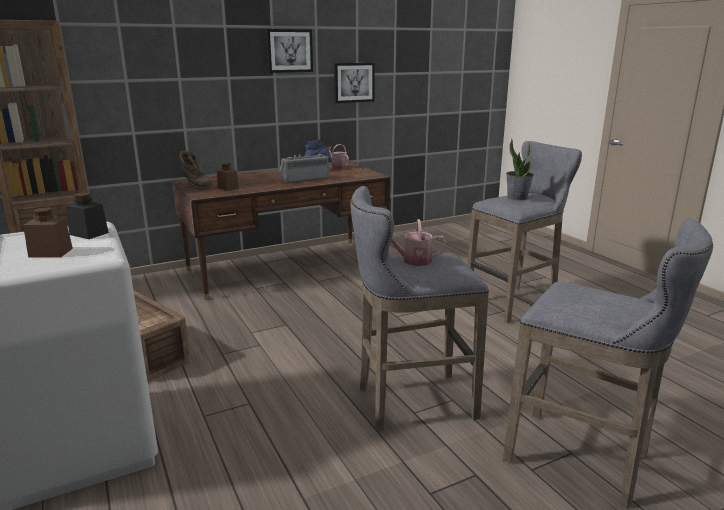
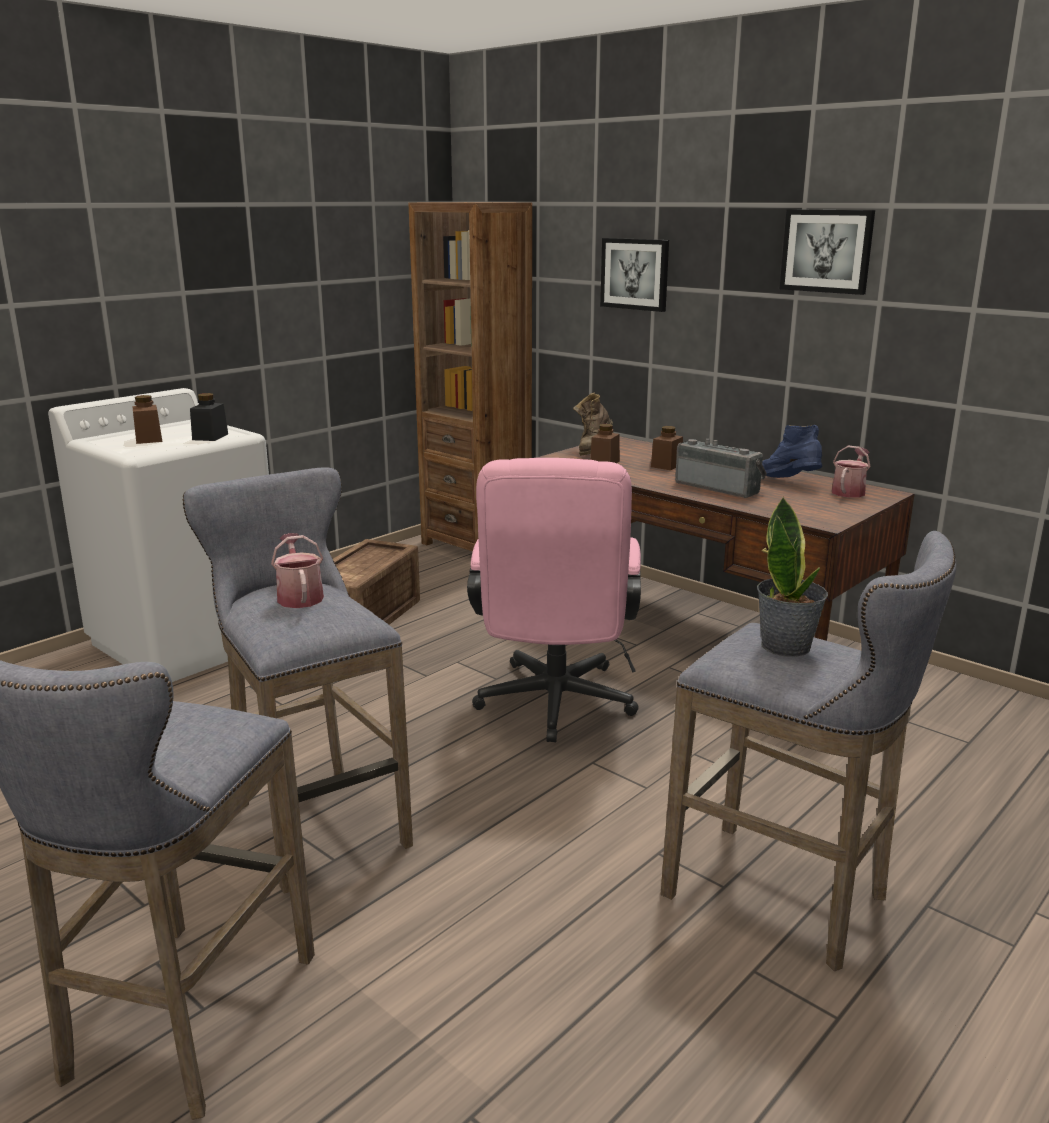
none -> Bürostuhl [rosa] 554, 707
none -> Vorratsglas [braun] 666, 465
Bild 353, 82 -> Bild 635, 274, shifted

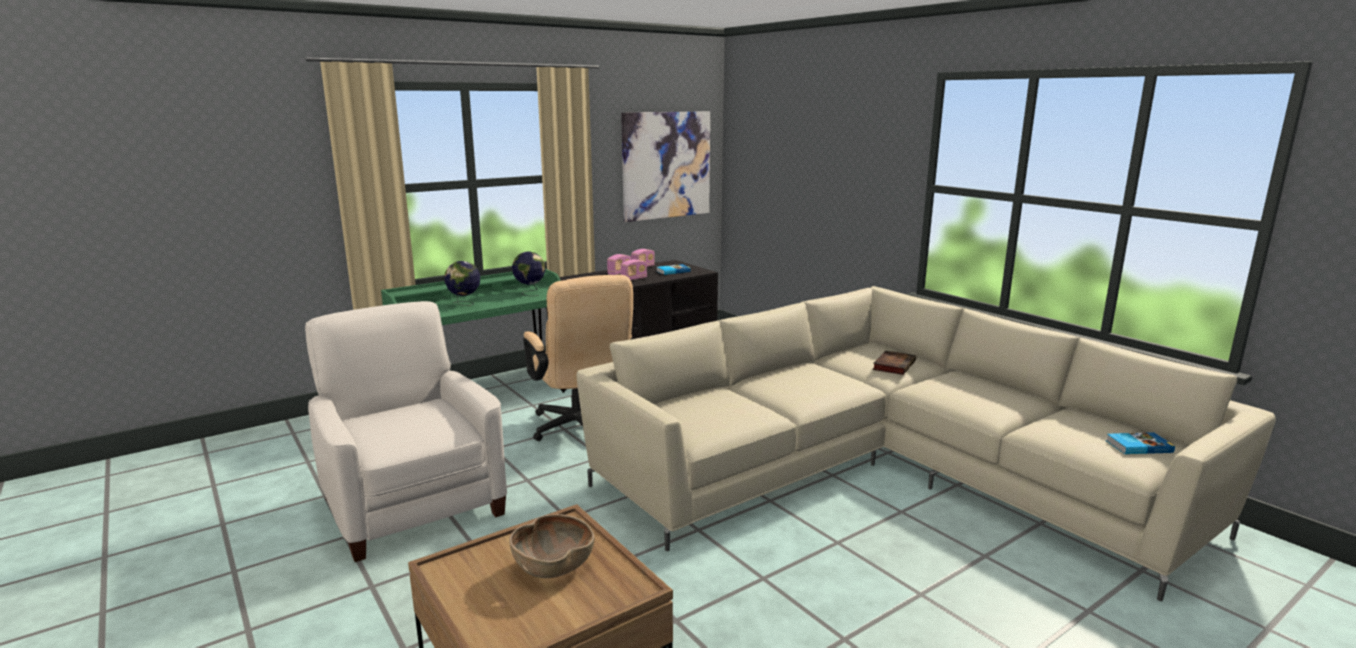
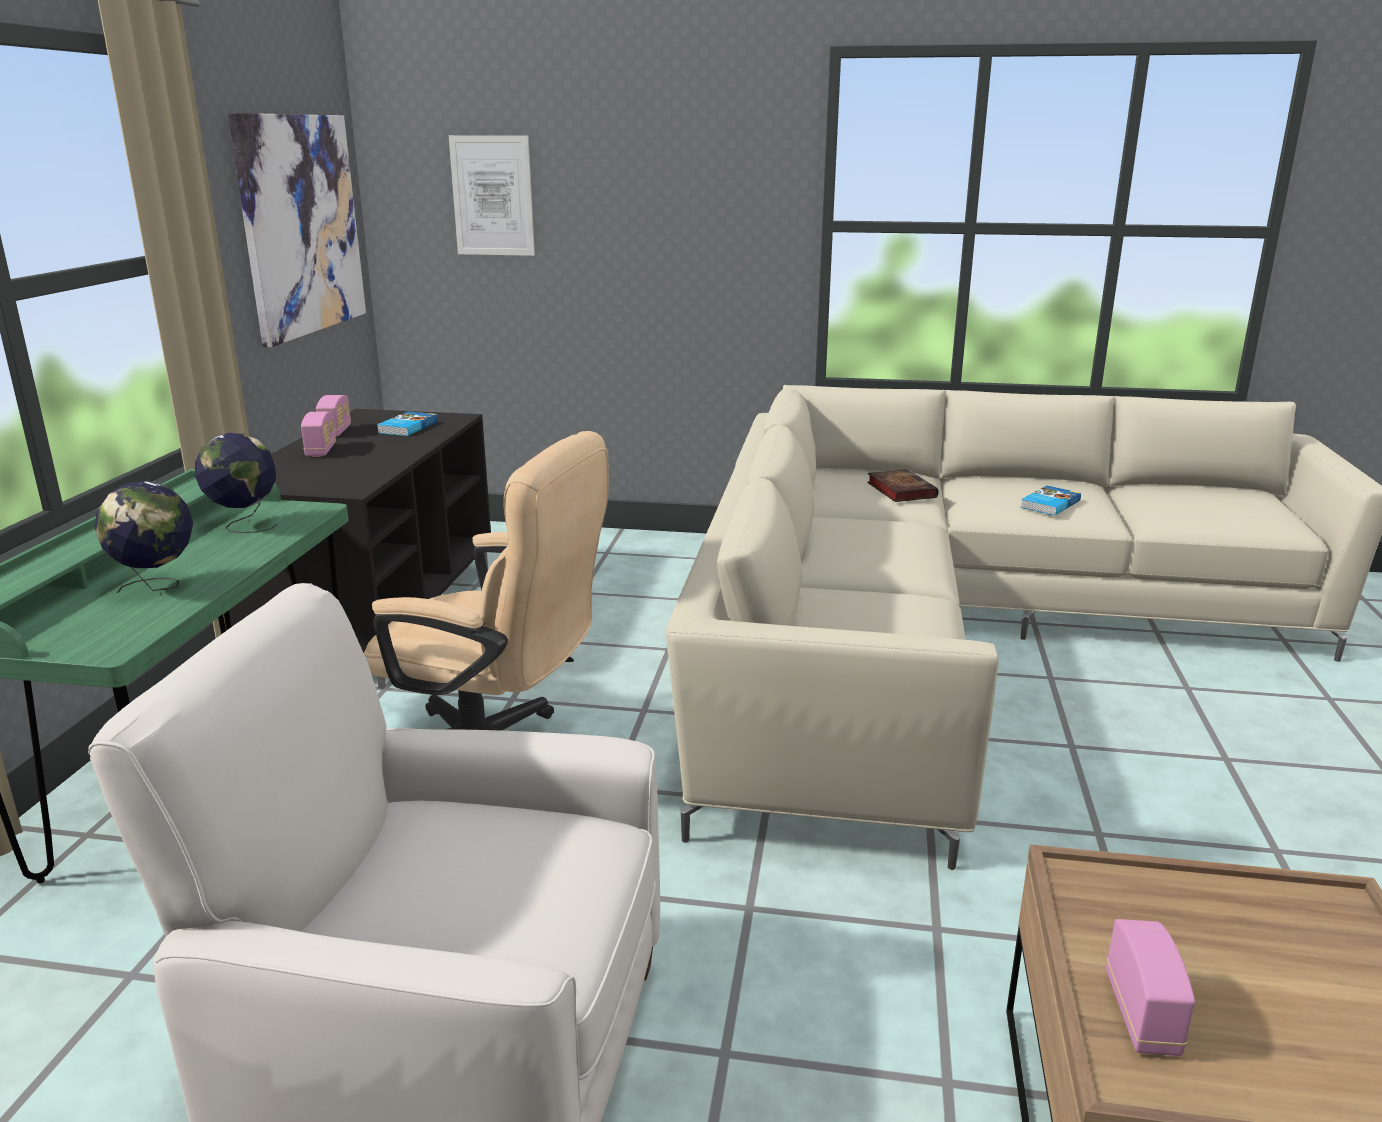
Schüssel [braun] 553, 567 -> none
none -> Bild 492, 196
Radio 634, 279 -> Radio 1142, 1014, shifted
Buch 1138, 446 -> Buch 1049, 504, shifted

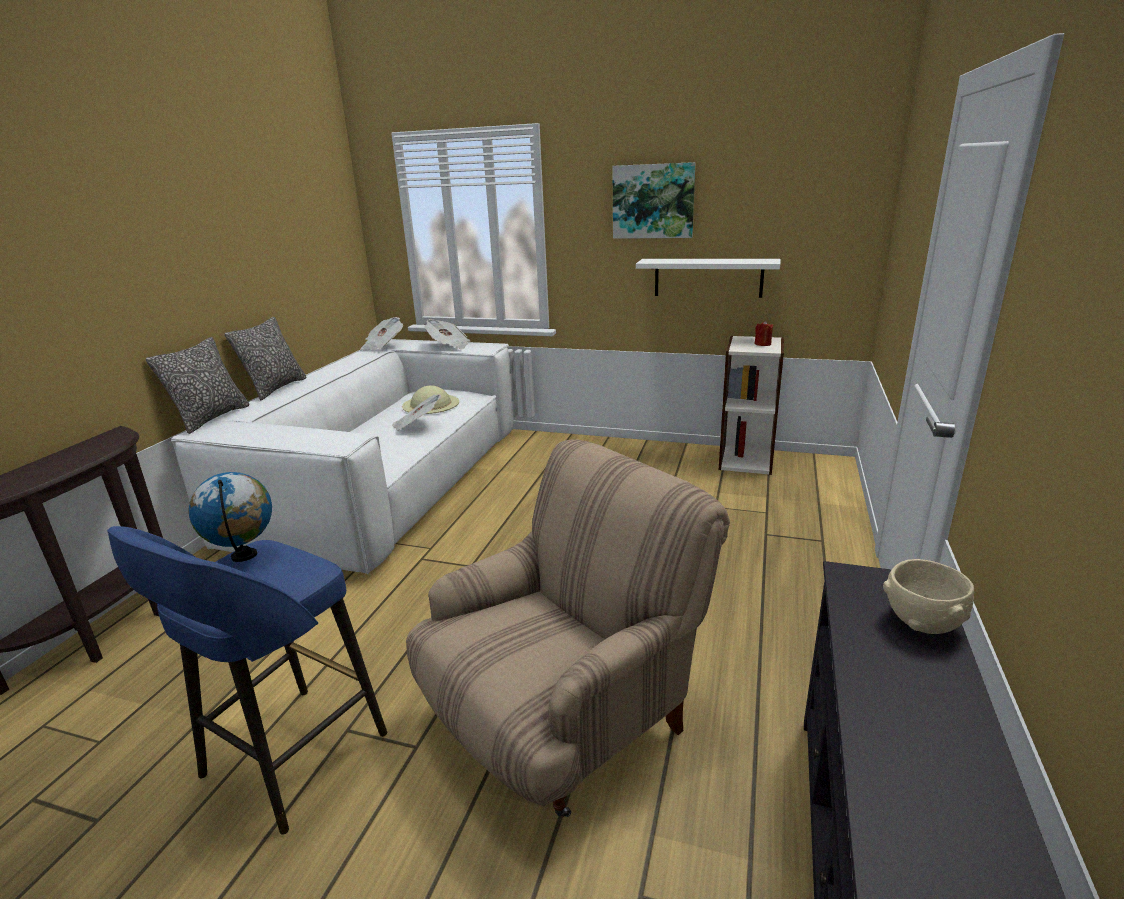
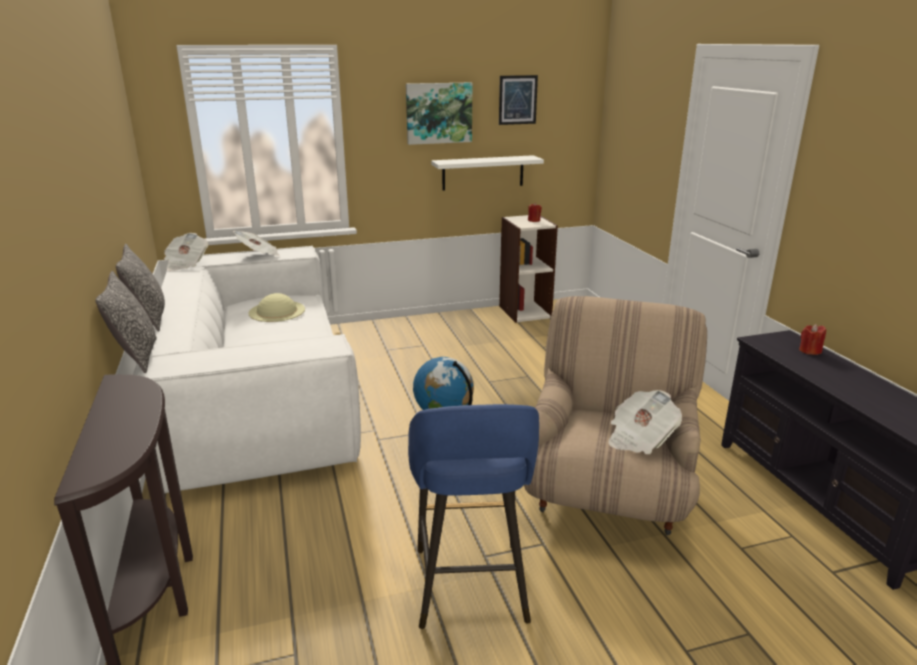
none -> Bild 517, 100
Zeitung 417, 425 -> Zeitung 639, 438, shifted
Schüssel [beige] 922, 623 -> Kerze [rot] 809, 351

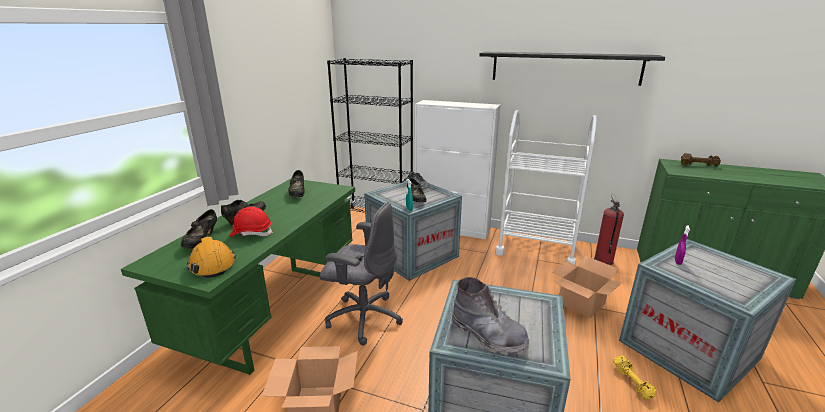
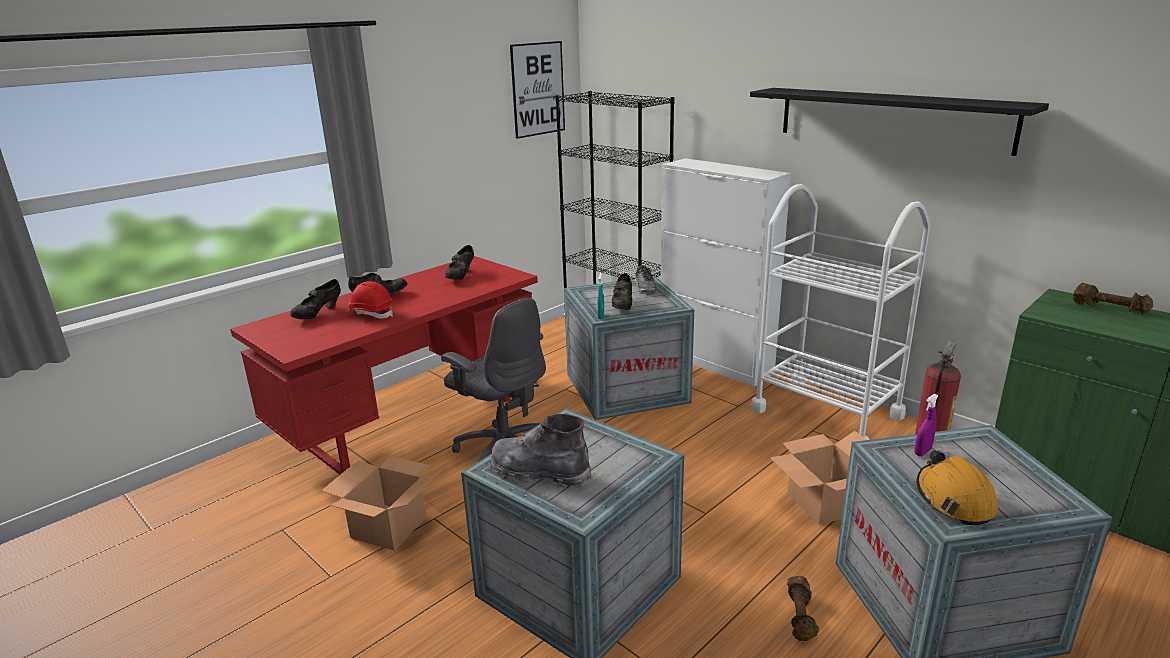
none -> Bild 538, 89
Schutzhelm [orange] 212, 264 -> Schutzhelm [orange] 954, 499, shifted
Schreibtisch [grün] 276, 311 -> Schreibtisch [rot] 412, 421
Hantel [gelb] 632, 382 -> Hantel [braun] 801, 617
Stiefel [grau] 488, 335 -> Stiefel [grau] 540, 473, 135 degrees clockwise

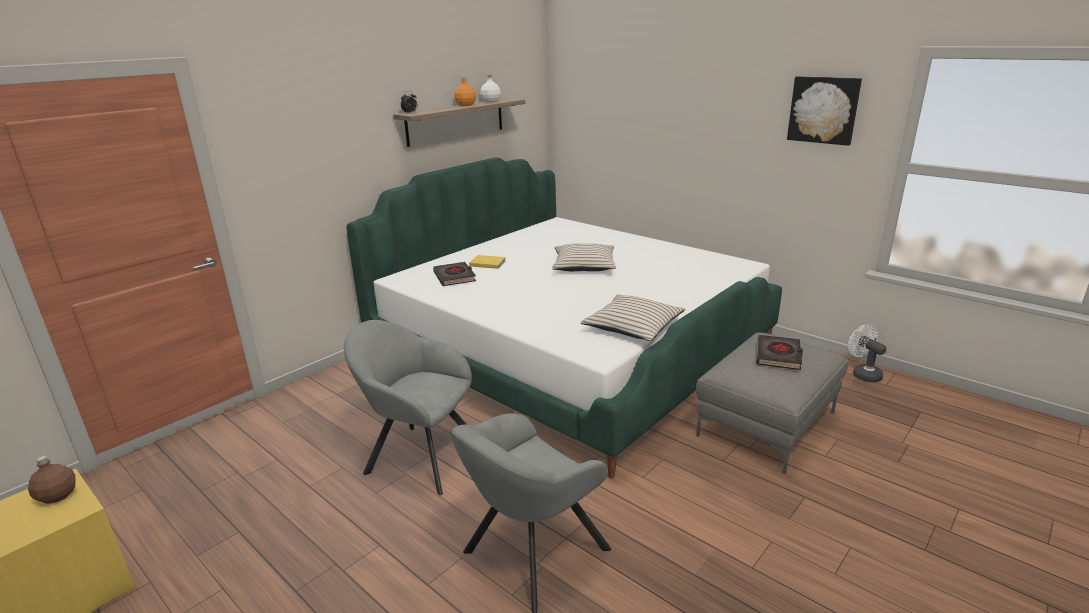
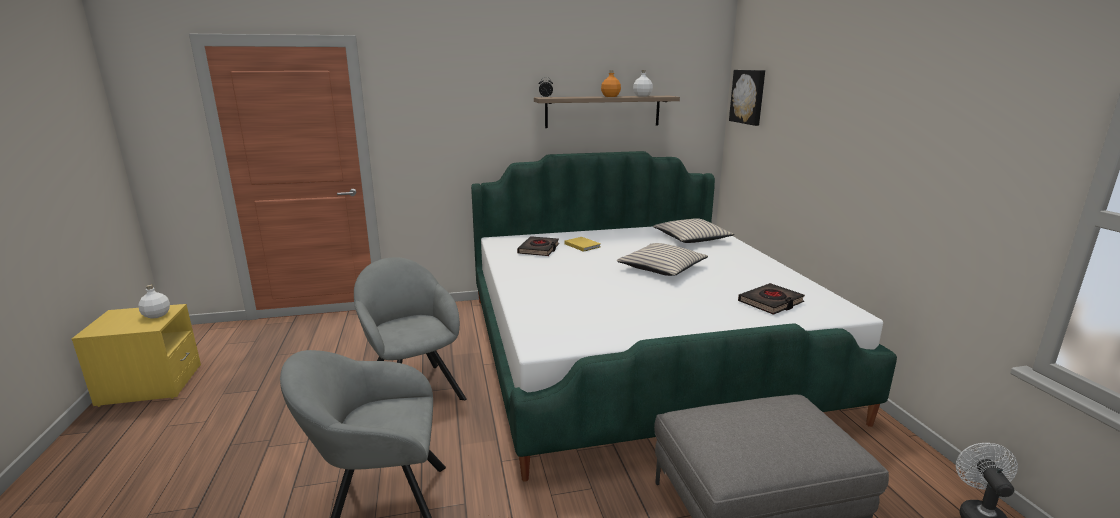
Kissen [beige] 632, 326 -> Kissen [beige] 691, 238, shifted
Buch [schwarz] 778, 356 -> Buch [schwarz] 771, 302, shifted
Bild 823, 110 -> Bild 748, 96, shifted
Flasche [braun] 57, 496 -> Flasche [weiß] 156, 315

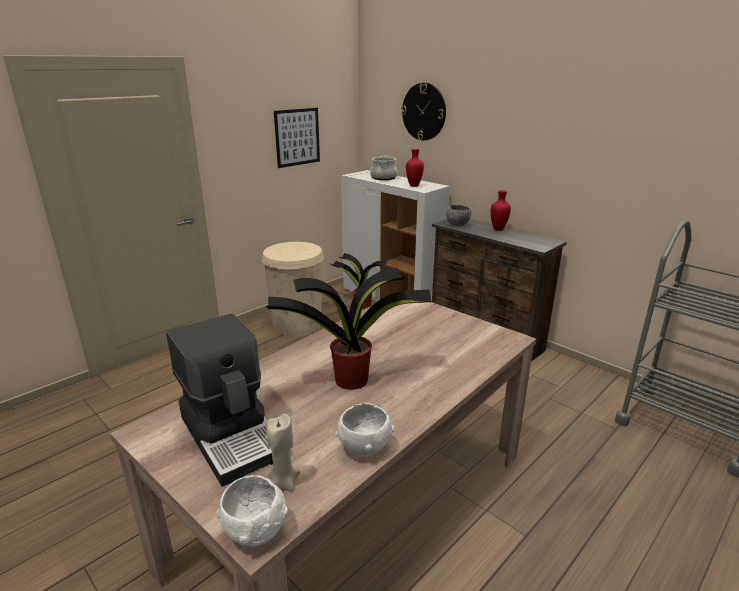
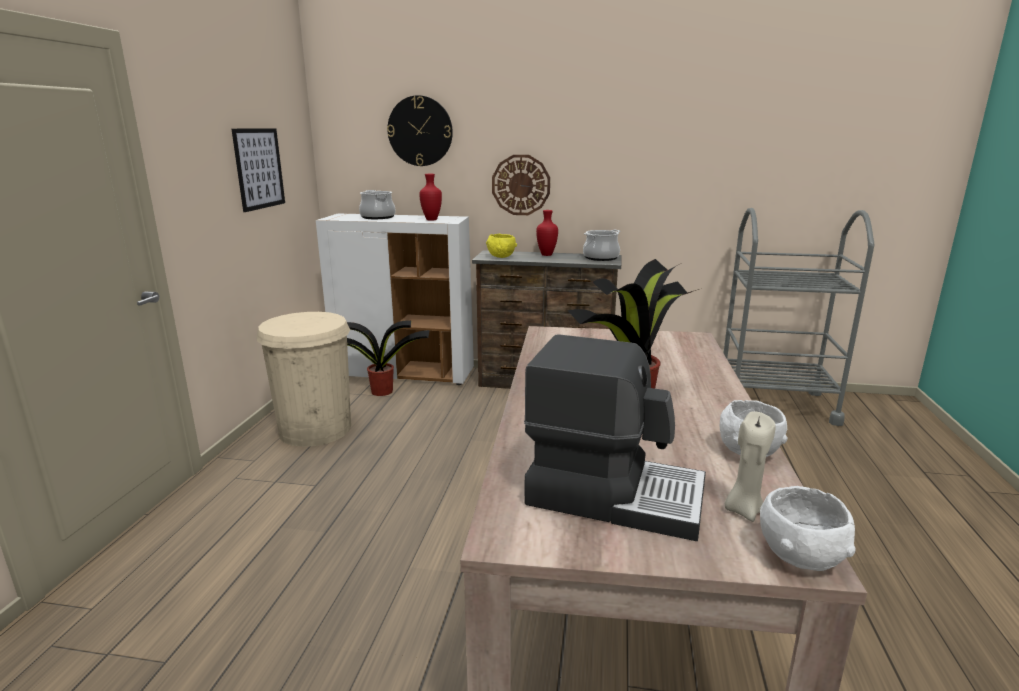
none -> Wanduhr 521, 185
none -> Kochtopf 600, 257
Schüssel [grau] 457, 225 -> Schüssel [gelb] 501, 257

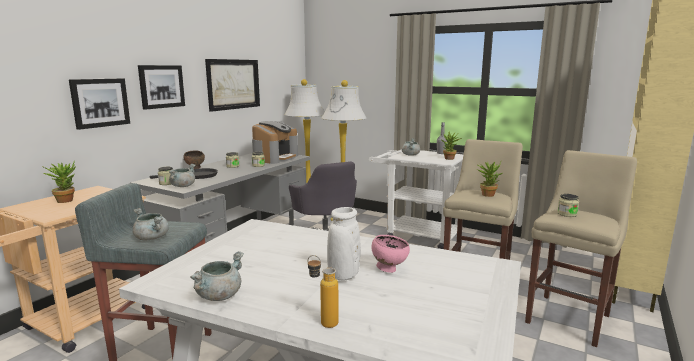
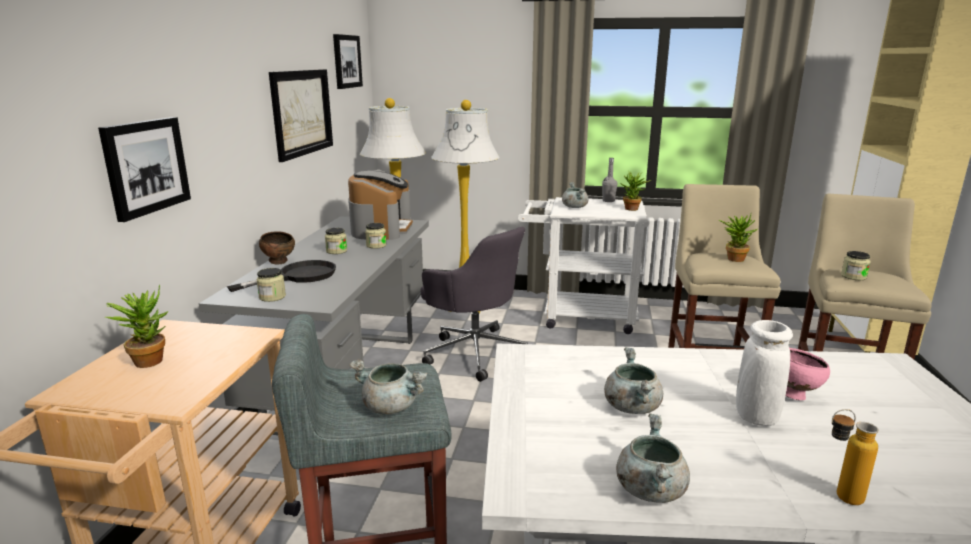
Bild 161, 86 -> Bild 346, 61, shifted
Kochtopf [grau] 183, 186 -> Kochtopf [grau] 631, 406, shifted

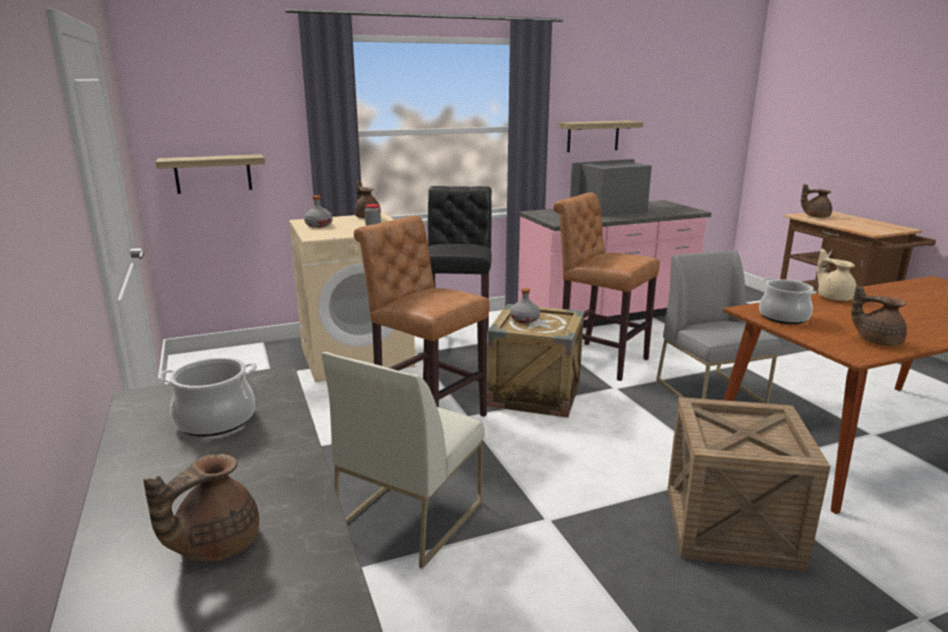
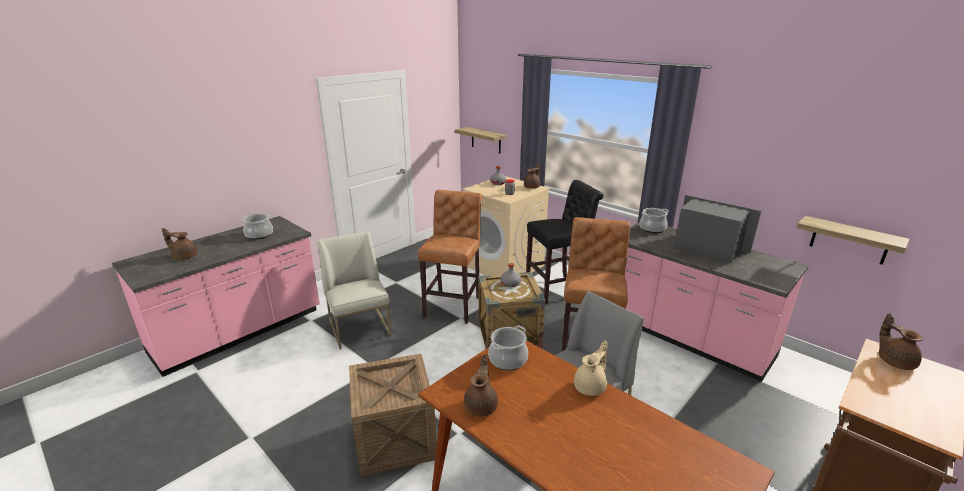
none -> Kochtopf 652, 228
Wandregal 593, 136 -> Wandregal 849, 240, shifted
Stuhl [weiß] 410, 515 -> Stuhl [weiß] 360, 327, 60 degrees clockwise

